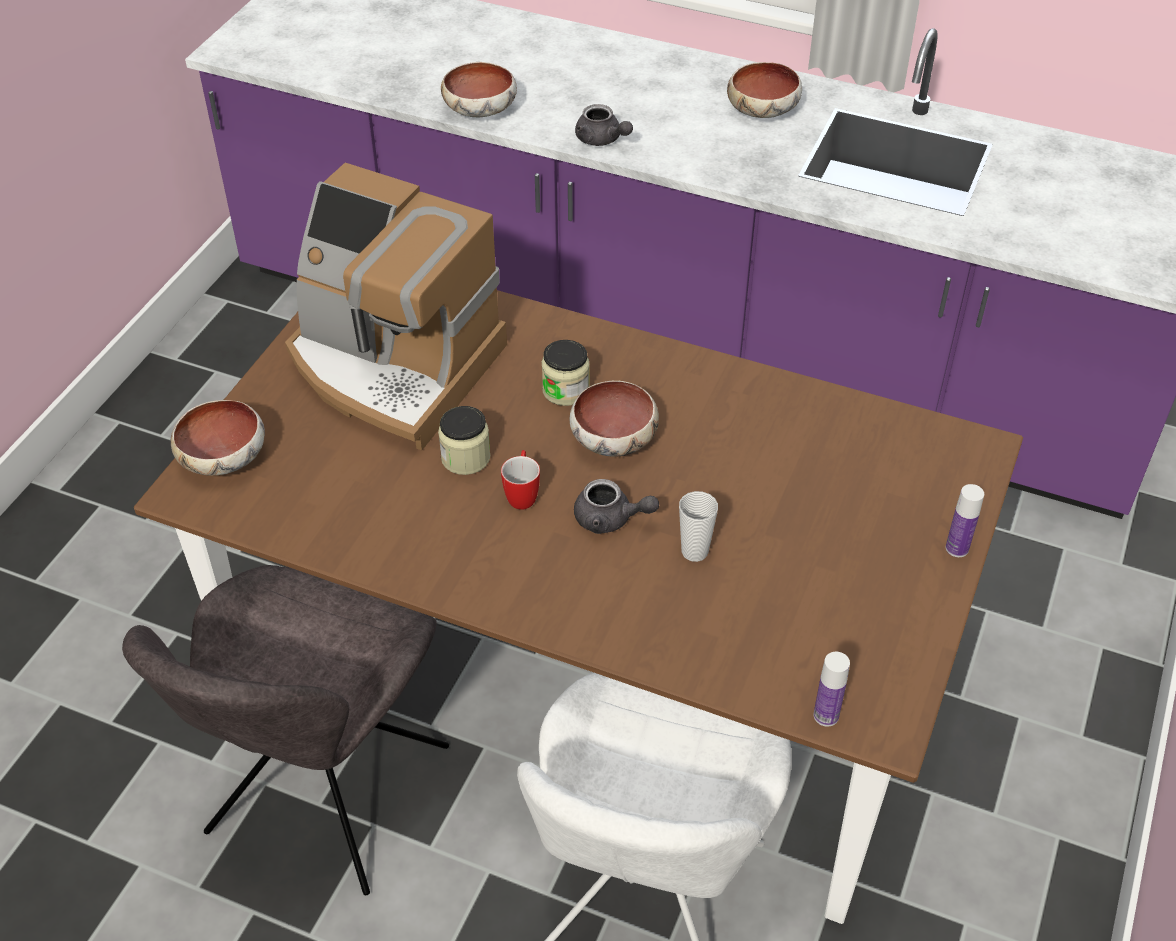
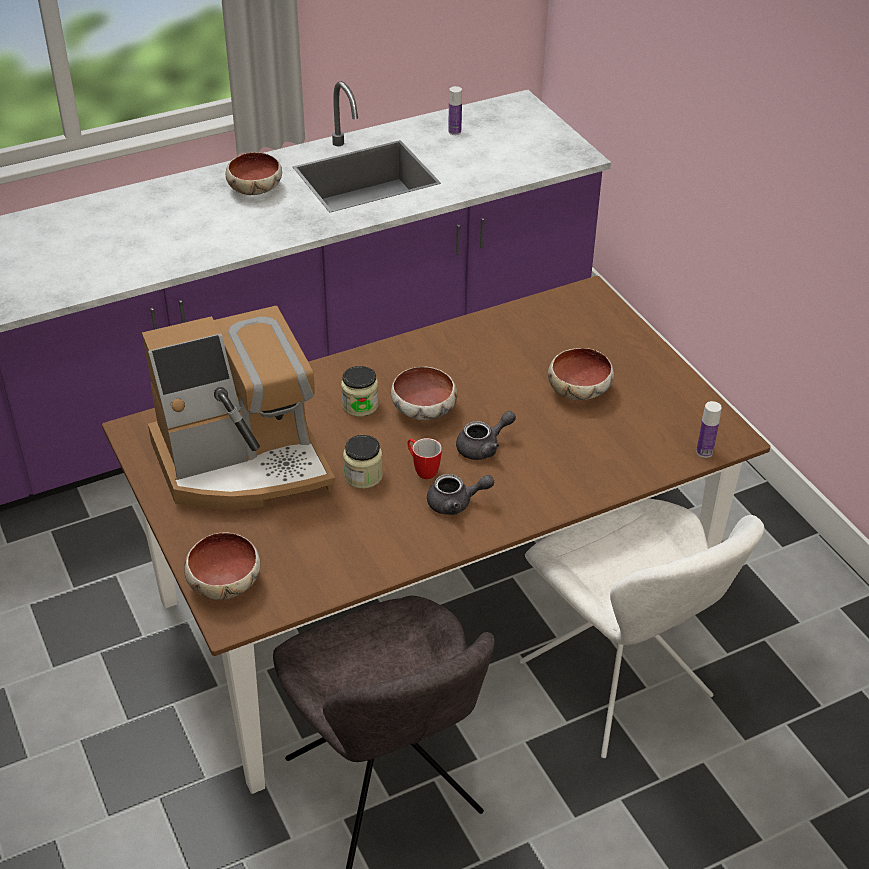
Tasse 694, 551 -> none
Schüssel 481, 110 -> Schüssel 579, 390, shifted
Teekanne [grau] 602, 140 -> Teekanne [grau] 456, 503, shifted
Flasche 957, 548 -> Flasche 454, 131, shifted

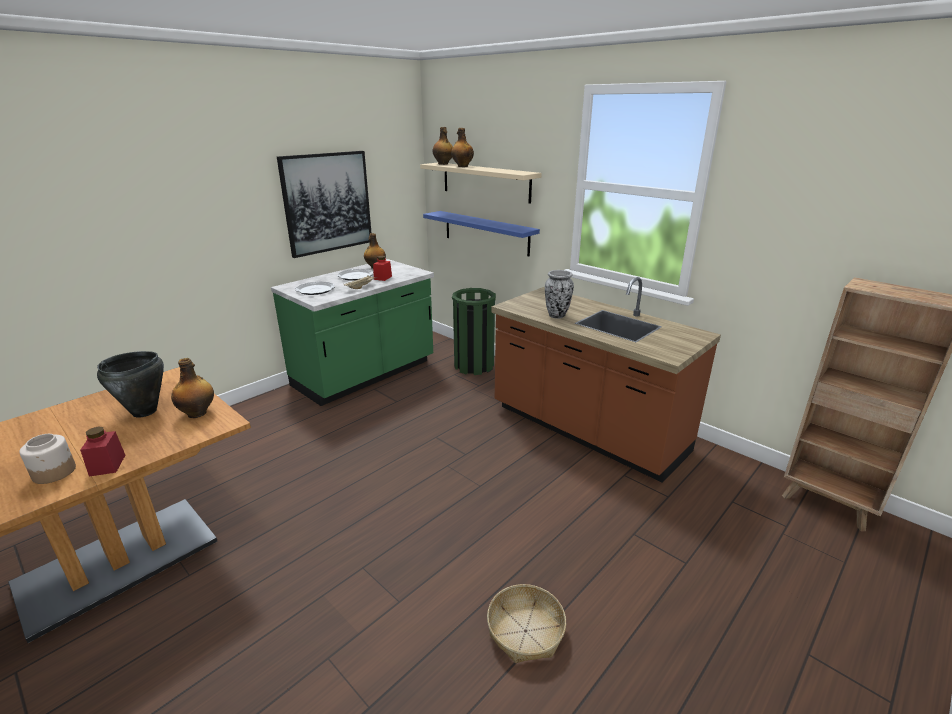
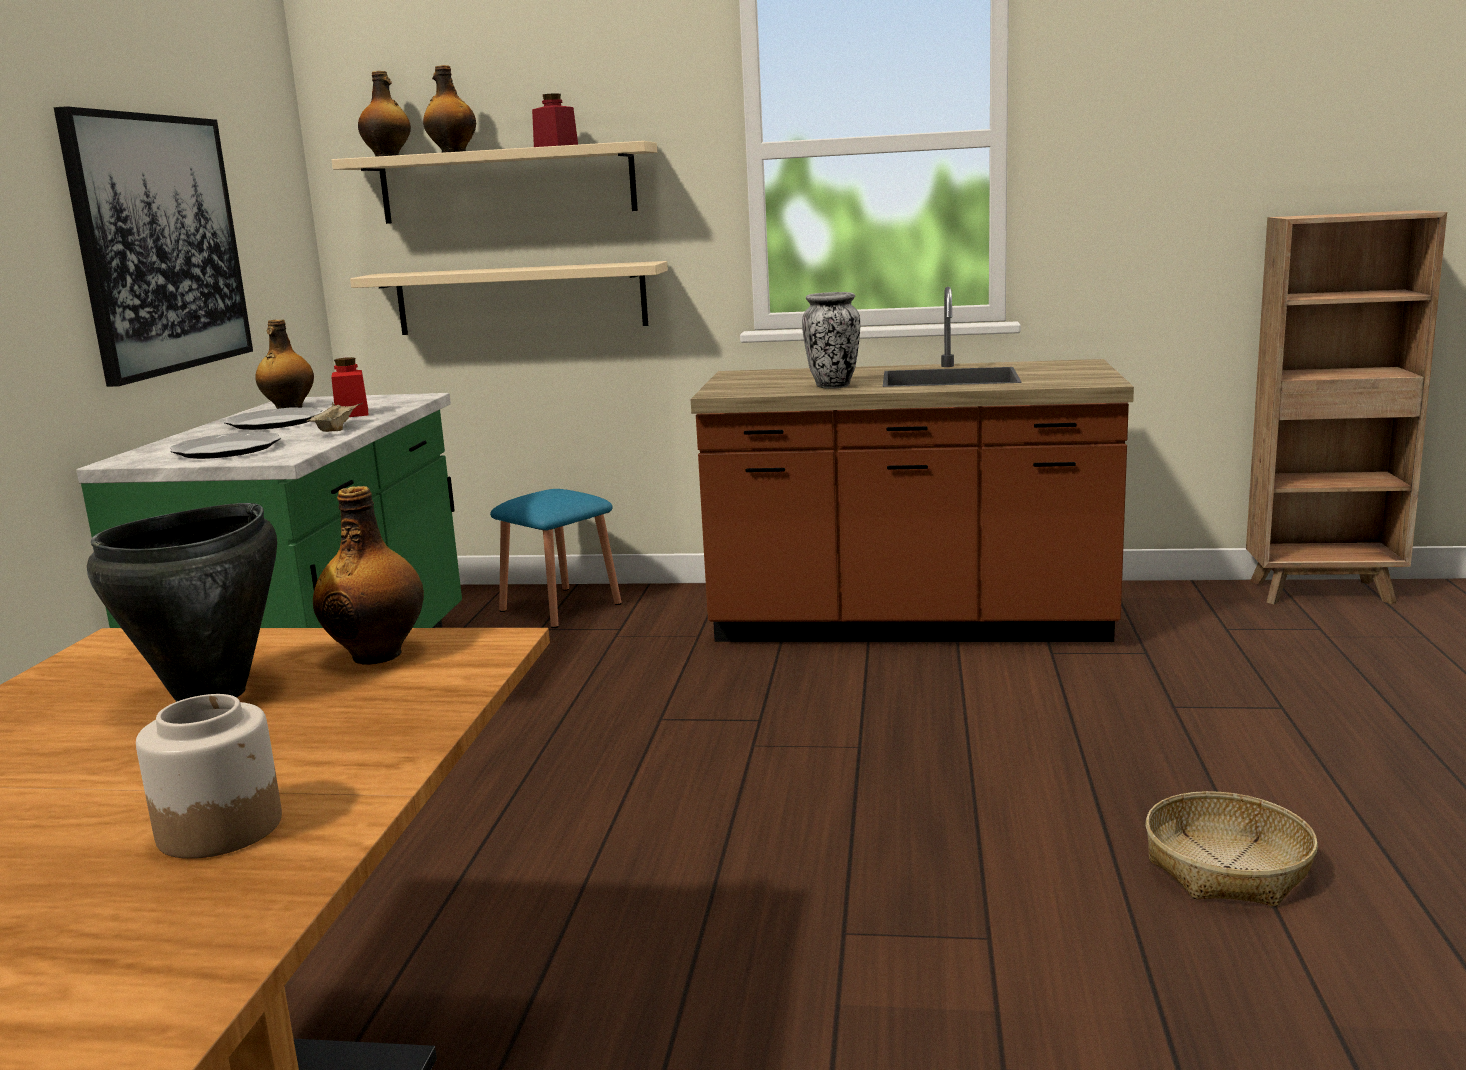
Vorratsglas [rot] 107, 465 -> Vorratsglas [rot] 556, 146, shifted
Mülleimer [grün] 474, 366 -> Hocker [blau] 560, 607
Wandregal [blau] 486, 232 -> Wandregal [beige] 520, 299

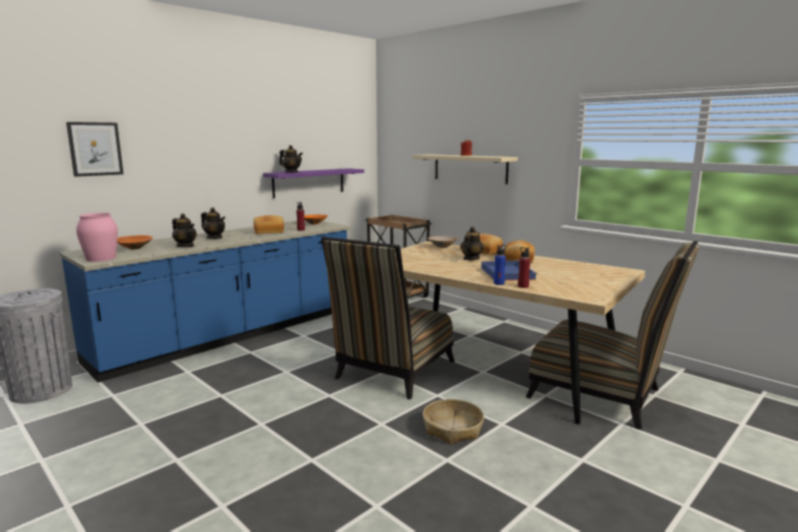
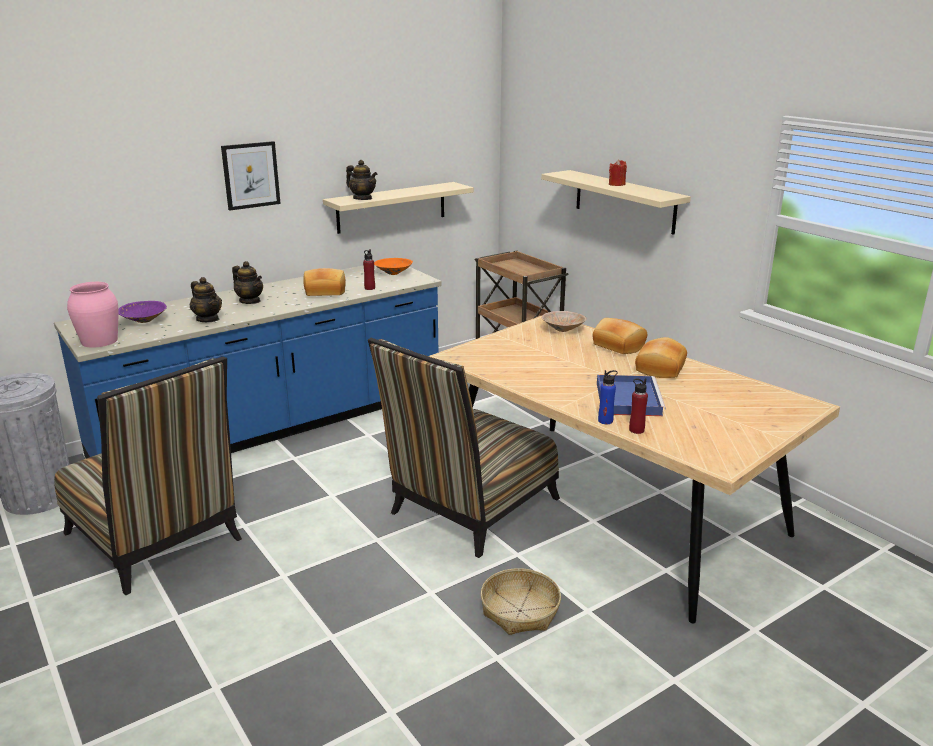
Teekanne 471, 259 -> none
Bild 95, 149 -> Bild 251, 175, shifted
Stuhl 602, 396 -> Stuhl 157, 541, shifted
Schüssel [orange] 134, 248 -> Schüssel [lila] 144, 321
Wandregal [lila] 309, 182 -> Wandregal [beige] 391, 207

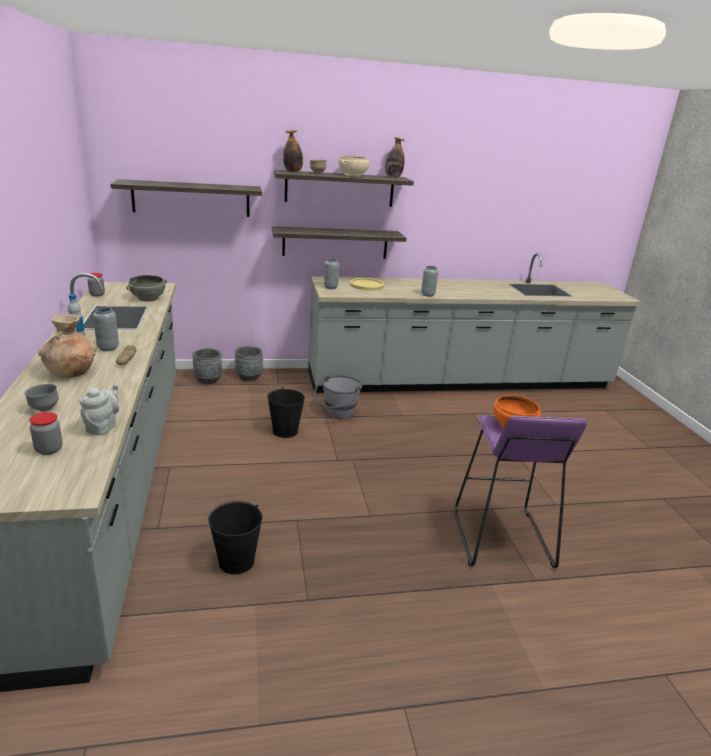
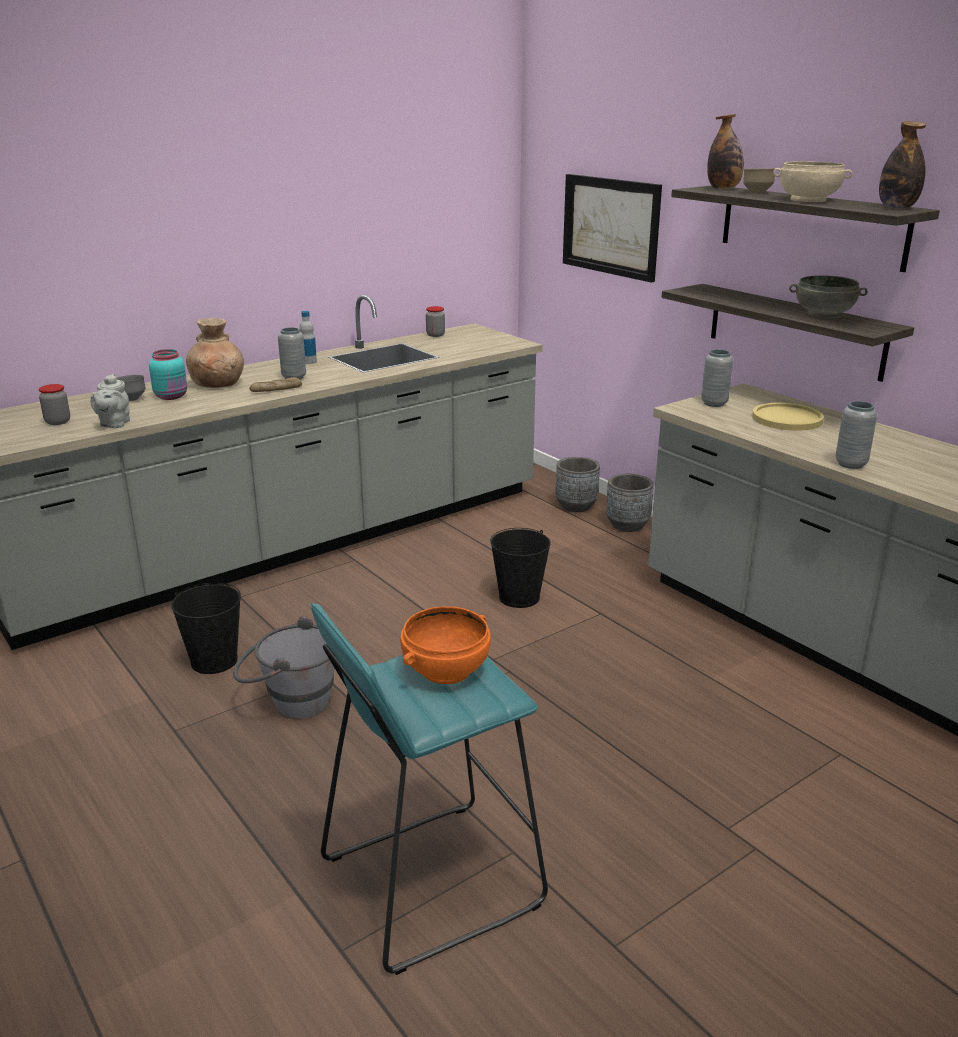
none -> Vorratsglas [türkis] 172, 396
Schüssel [grau] 147, 298 -> Schüssel [grau] 824, 314, shifted
Eimer [grau] 337, 415 -> Eimer [grau] 290, 702, shifted
Wandregal 191, 198 -> Bild 611, 226
Hocker [lila] 500, 538 -> Hocker [türkis] 429, 882
Teekanne [grau] 103, 427 -> Teekanne [grau] 114, 424, 105 degrees clockwise

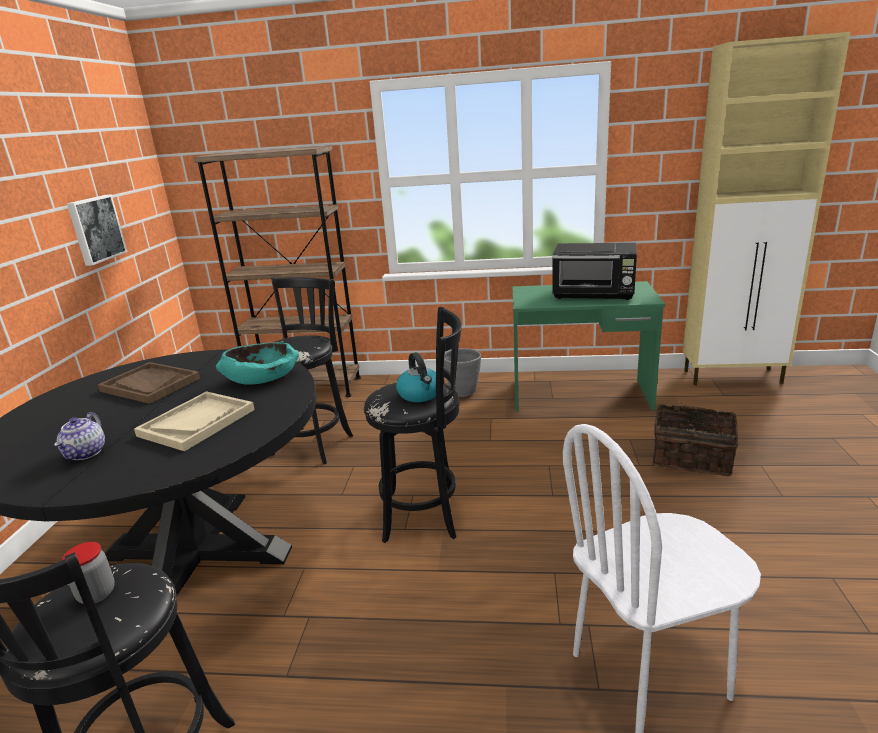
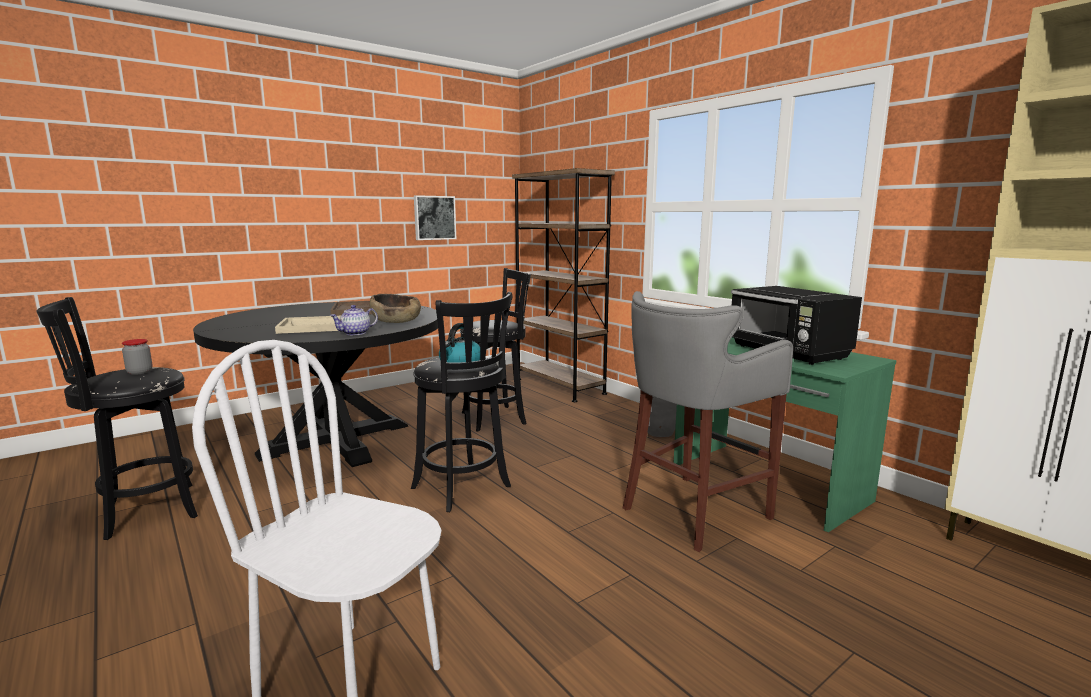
Korb 691, 458 -> none
none -> Hocker [grau] 691, 513
Teekanne 86, 453 -> Teekanne 355, 333, shifted
Schüssel [türkis] 262, 378 -> Schüssel [braun] 396, 321

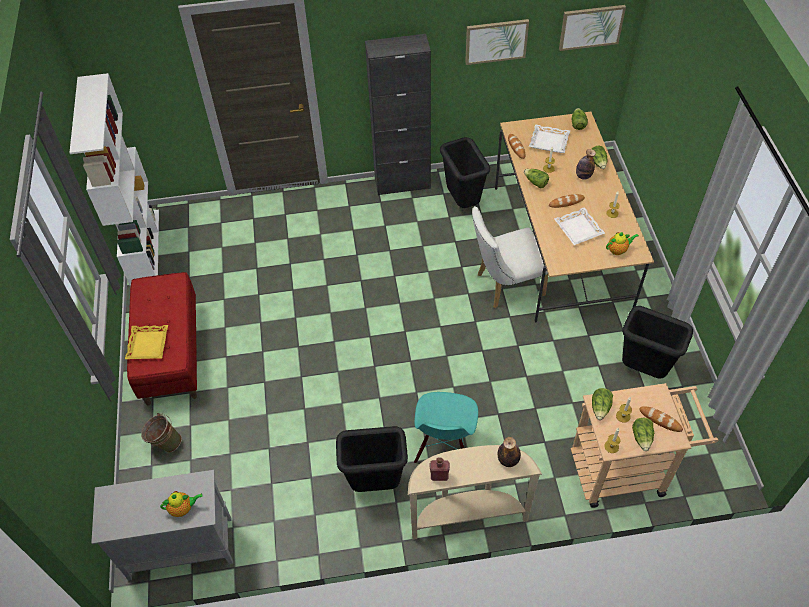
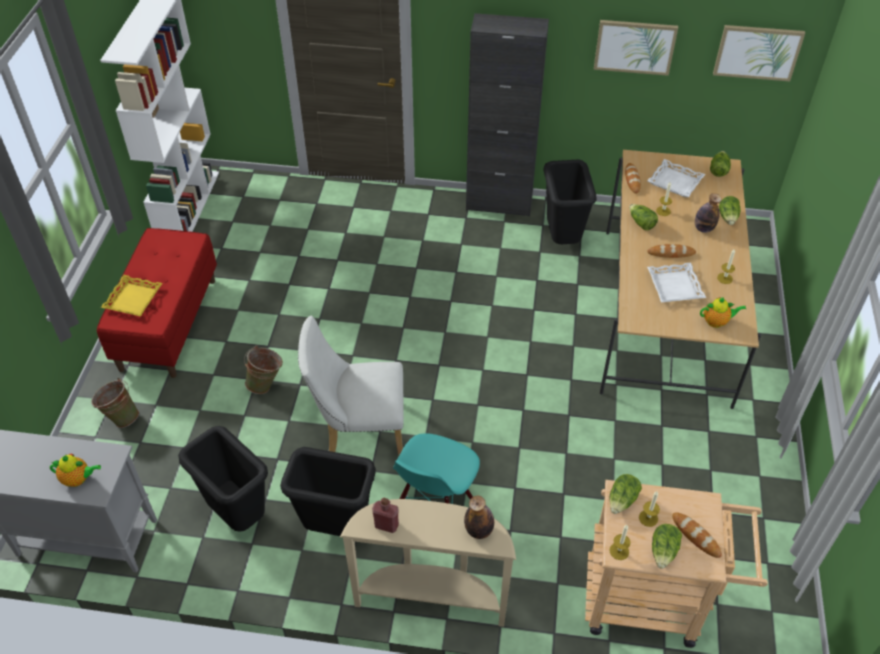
none -> Eimer [grün] 266, 384
Stuhl [weiß] 505, 285 -> Stuhl [weiß] 359, 431, shifted
Mülleimer [schwarz] 642, 369 -> Mülleimer [schwarz] 237, 515, shifted

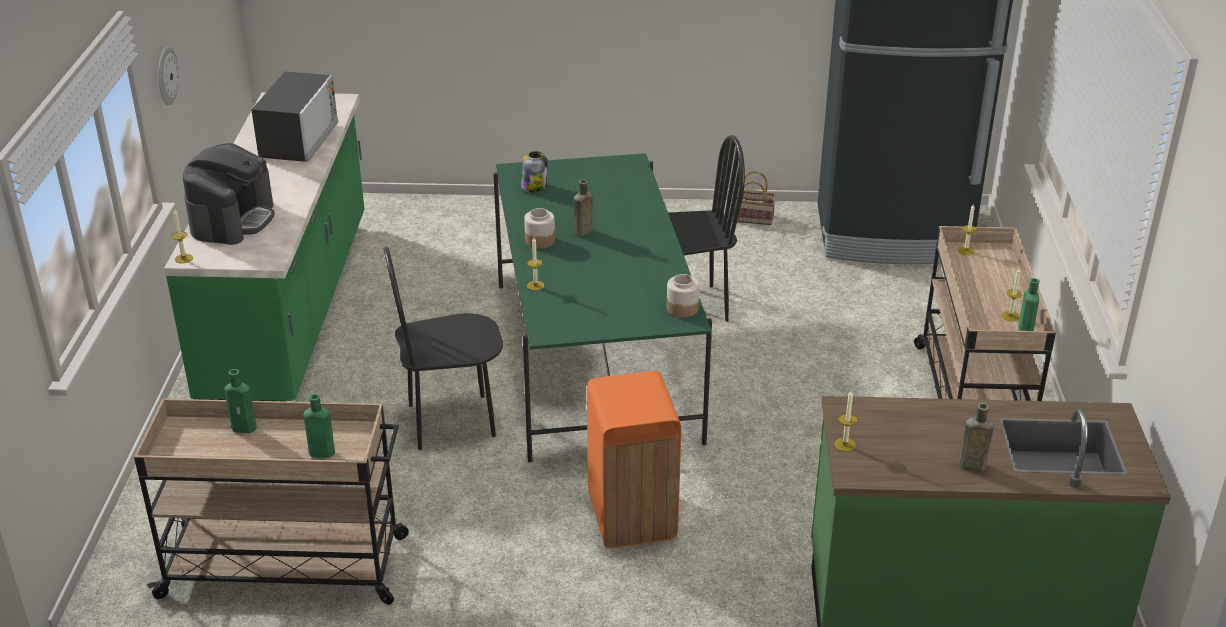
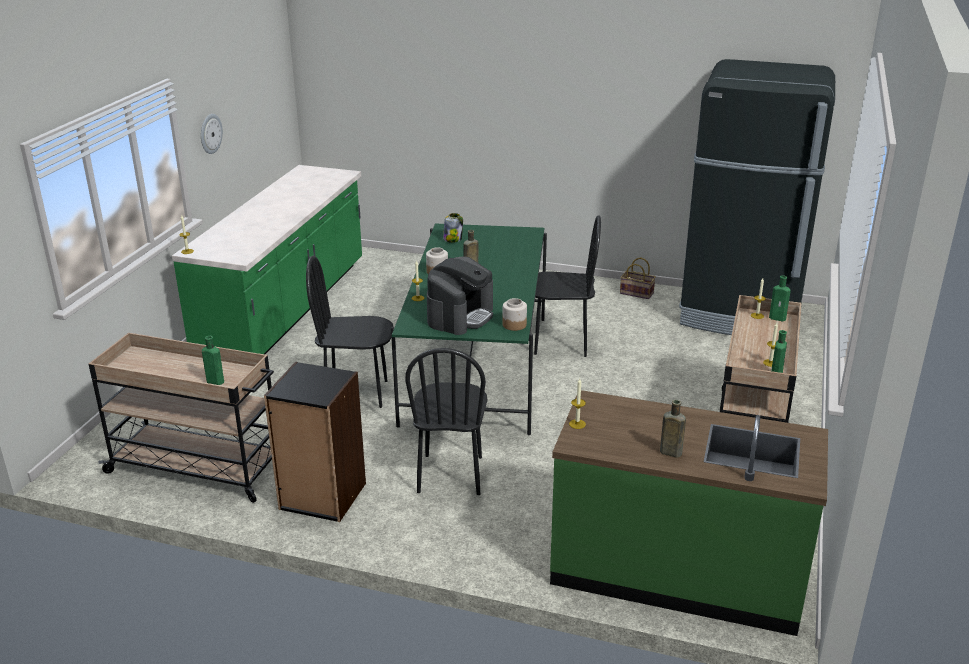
Mikrowelle 299, 141 -> none
none -> Bücherregal [schwarz] 322, 496
Kaffeemaschine 233, 220 -> Kaffeemaschine 460, 316, shifted
Flasche [grün] 246, 428 -> Flasche [grün] 778, 318, shifted
Mülleimer [orange] 631, 518 -> Stuhl [schwarz] 451, 474

